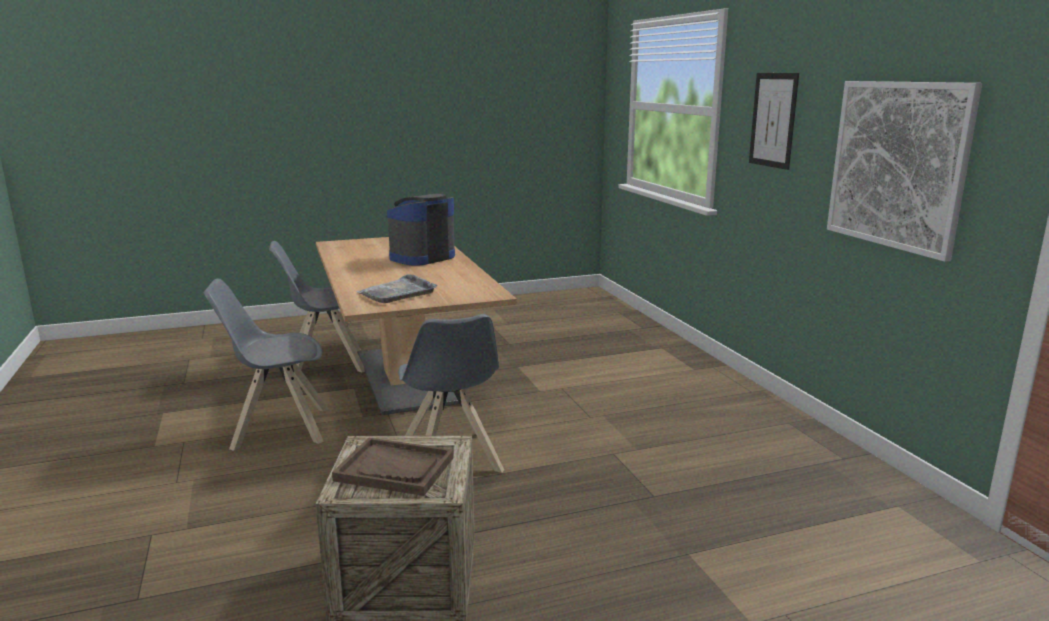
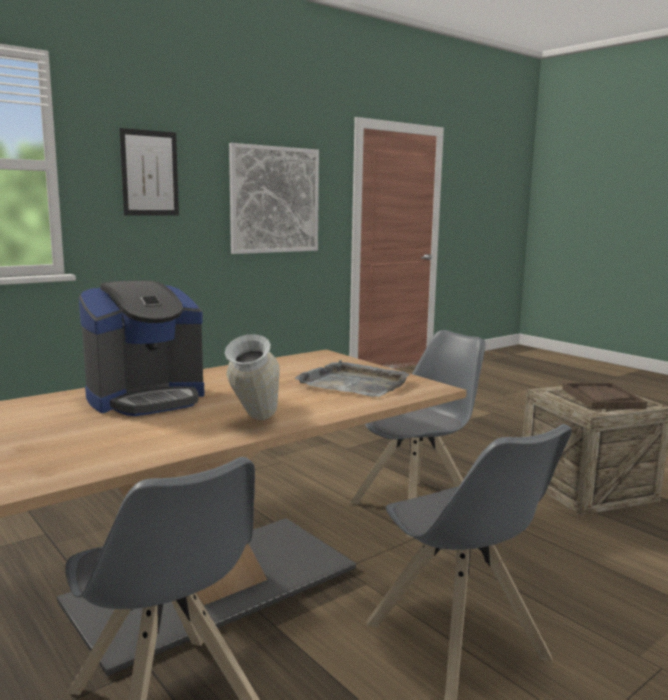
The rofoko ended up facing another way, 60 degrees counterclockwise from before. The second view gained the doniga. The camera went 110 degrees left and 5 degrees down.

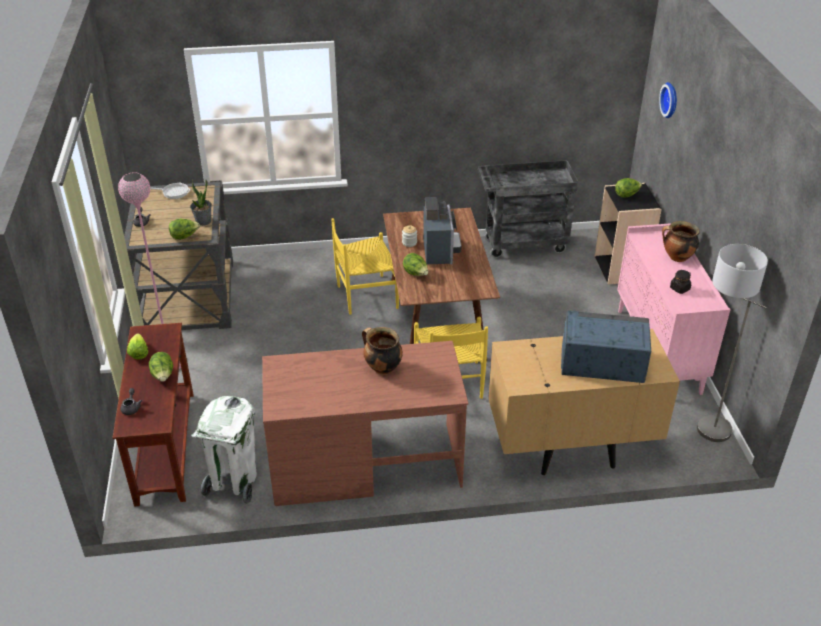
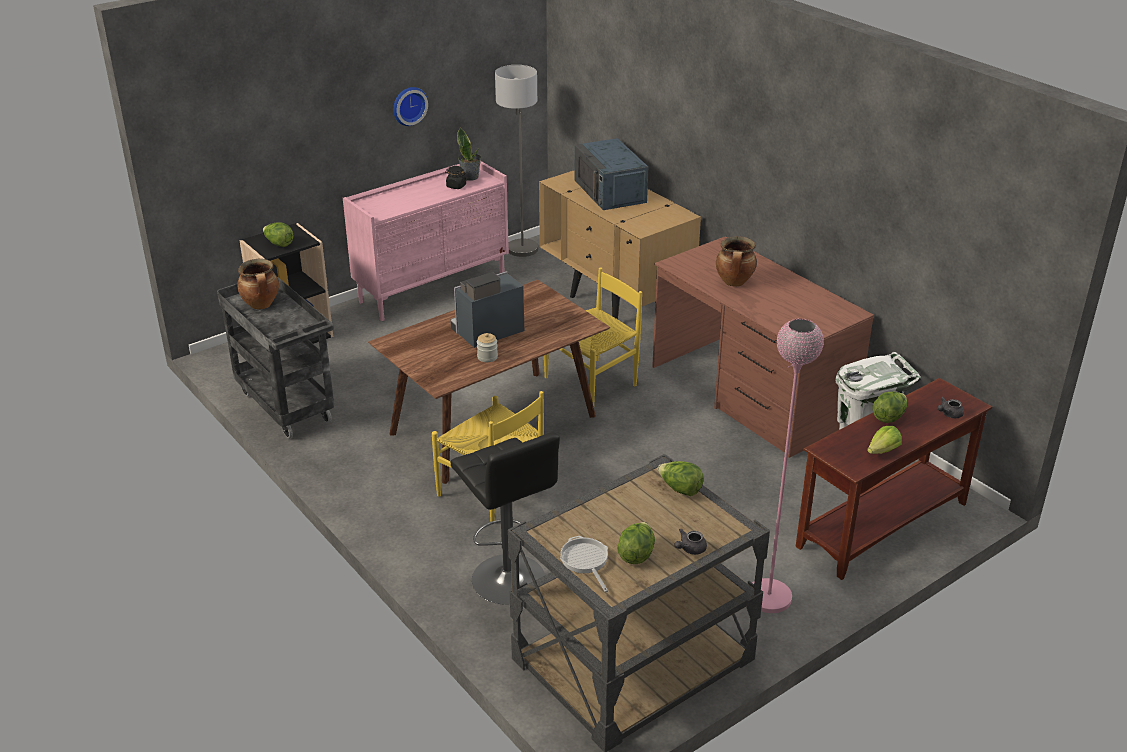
The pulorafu ended up elsewhere. The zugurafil (no. 4 from left in the first image) ended up elsewhere. The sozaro ended up elsewhere. The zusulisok (no. 2 from left in the first image) ended up elsewhere. The second view gained the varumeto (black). The camera went 120 degrees left and 5 degrees down.

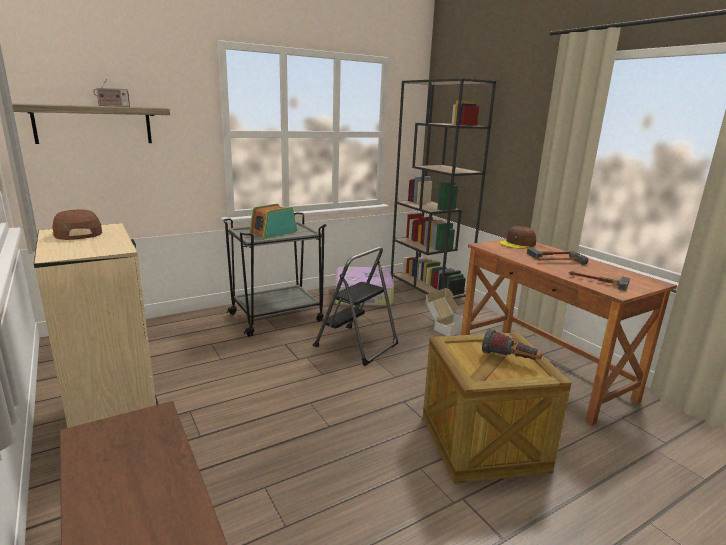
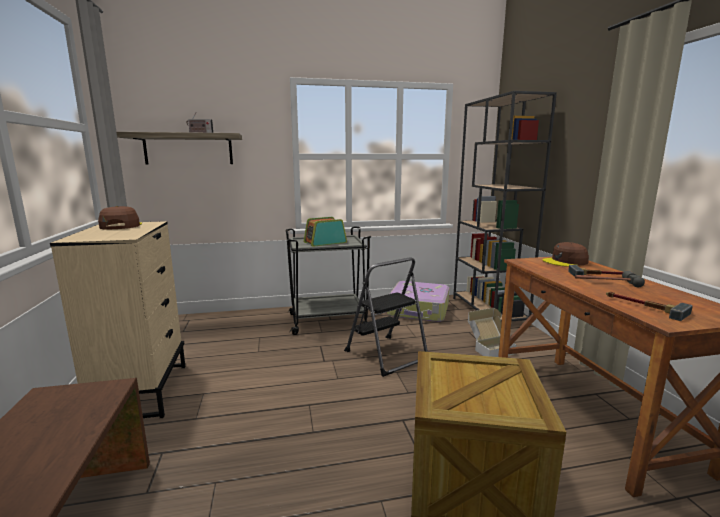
The second view lost the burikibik. The camera went 20 degrees right and 5 degrees down.

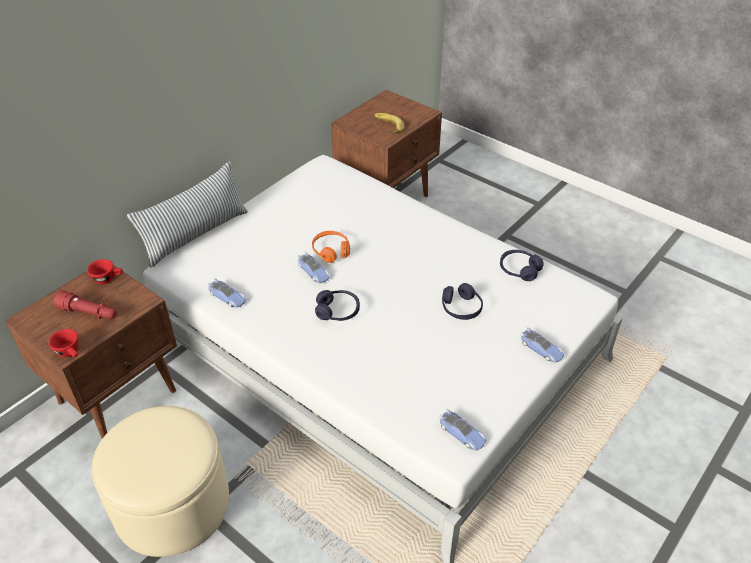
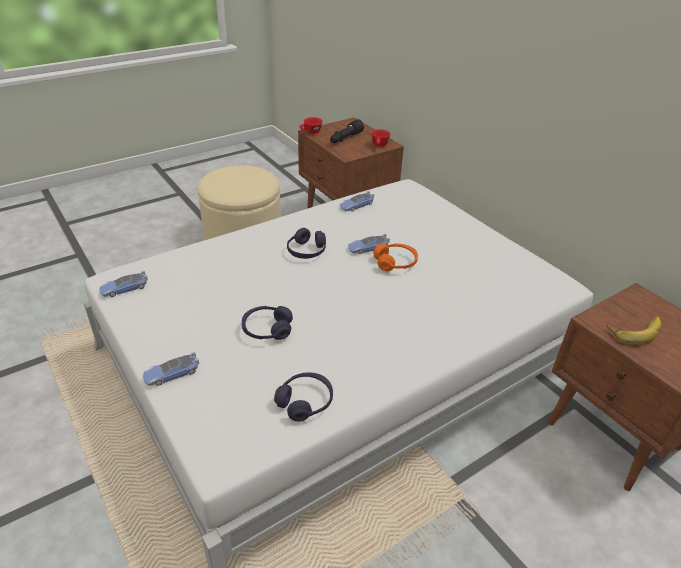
What was the burikibik (red) turned into the burikibik (black). The second view lost the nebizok. The camera went 105 degrees right and 5 degrees down.

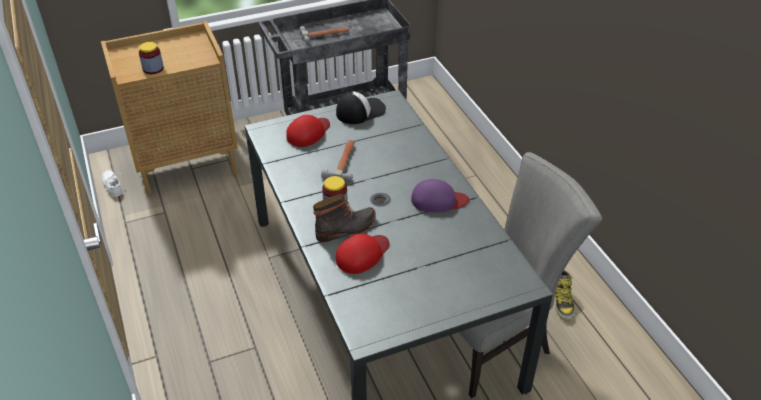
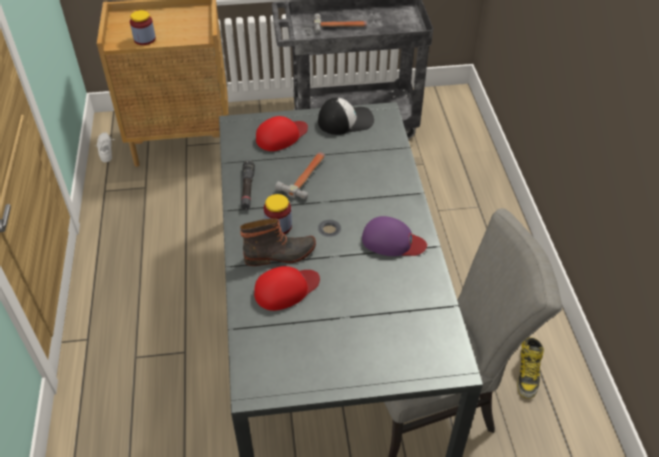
The second view gained the burikibik (black). The camera went 15 degrees right and 5 degrees up.

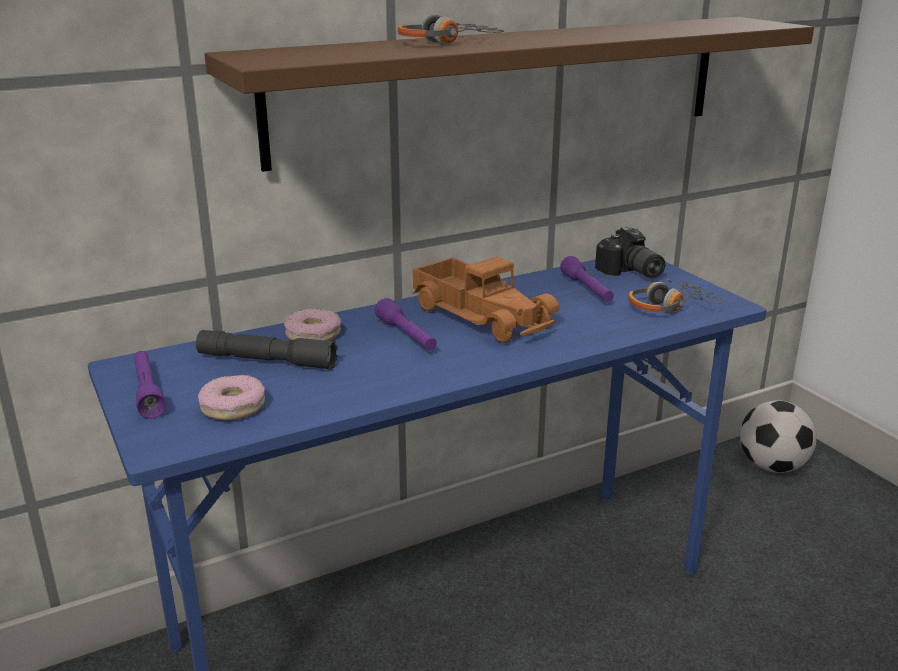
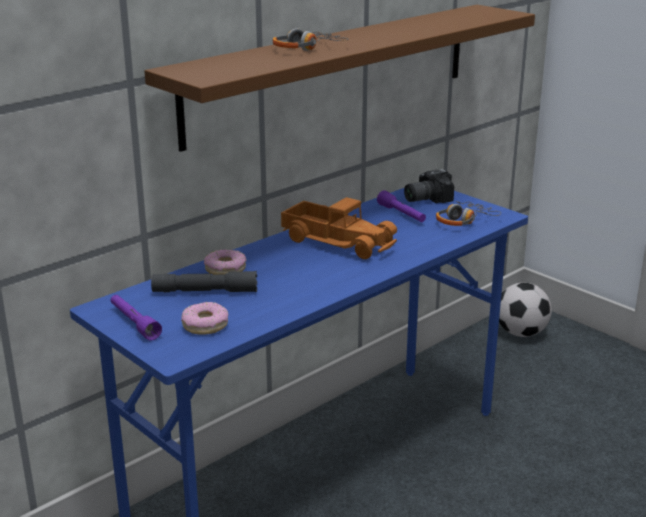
The second view lost the burikibik (purple) (no. 2 from left). The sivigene ended up facing another way, 105 degrees clockwise from before. The camera went 15 degrees left and 0 degrees up.

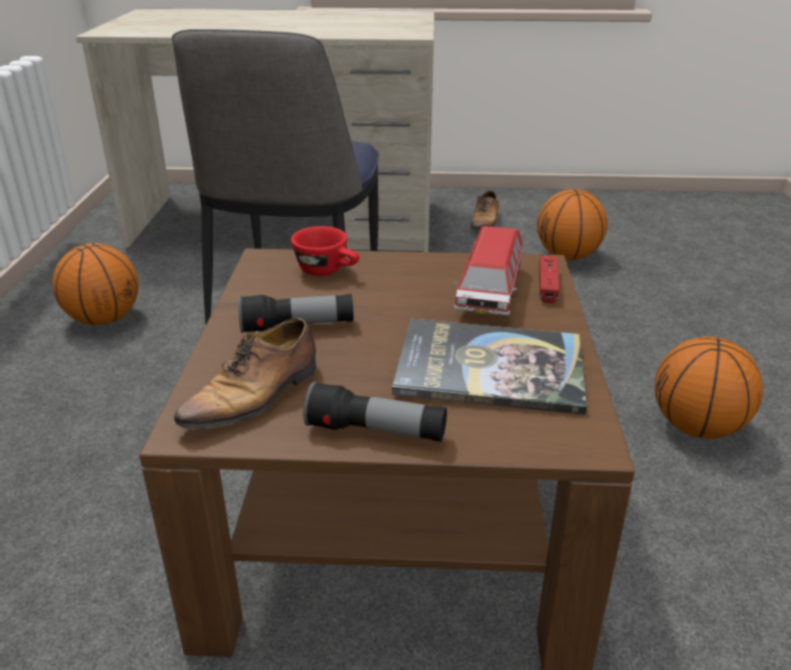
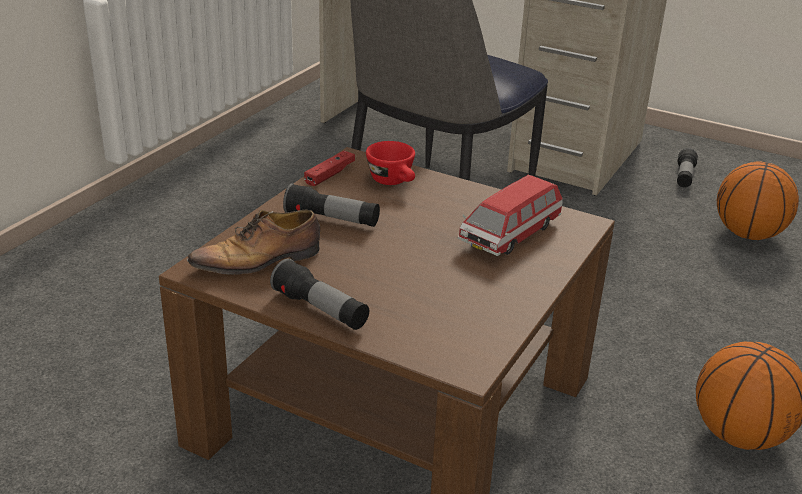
The second view lost the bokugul (no. 1 from left). The second view lost the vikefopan. Where the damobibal (no. 2 from left) stood, the burikibik (no. 3 from left) came to stand. The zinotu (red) ended up elsewhere. The camera went 25 degrees right and 0 degrees up.

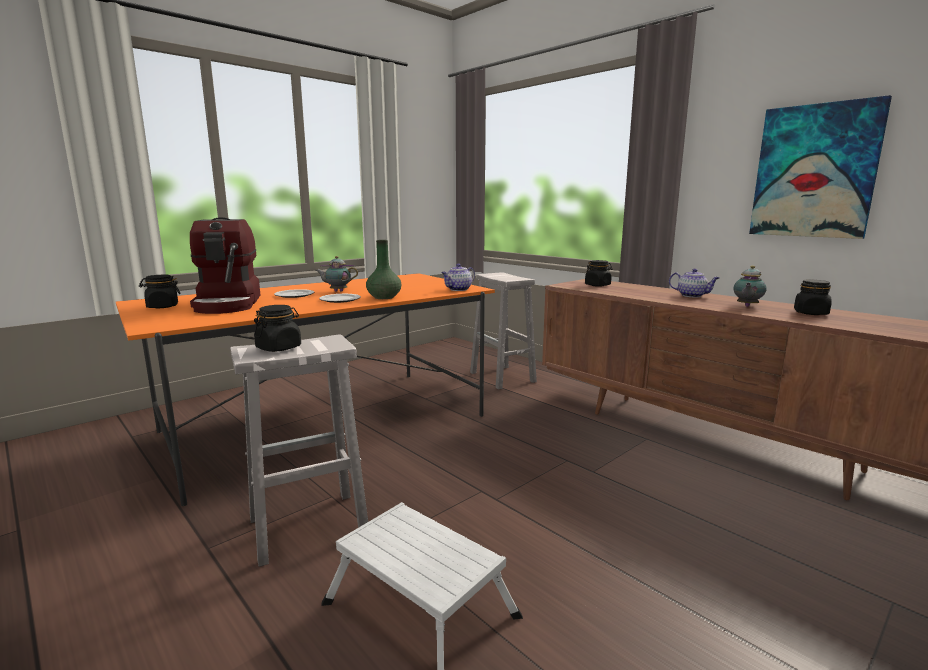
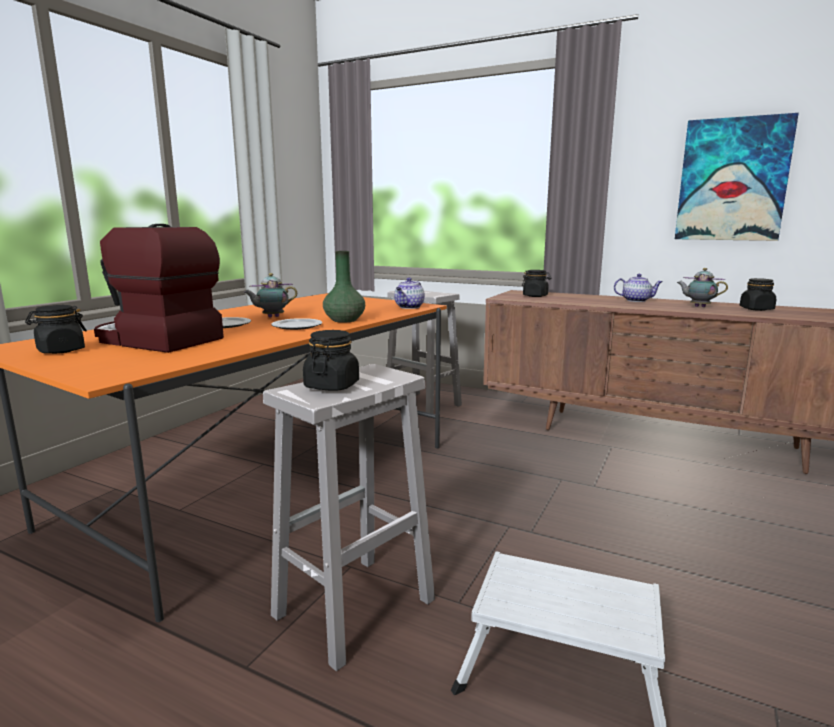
The rofoko ended up facing another way, 150 degrees clockwise from before. The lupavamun (no. 4 from left) ended up facing another way, 105 degrees clockwise from before. The camera went 20 degrees left and 0 degrees up.

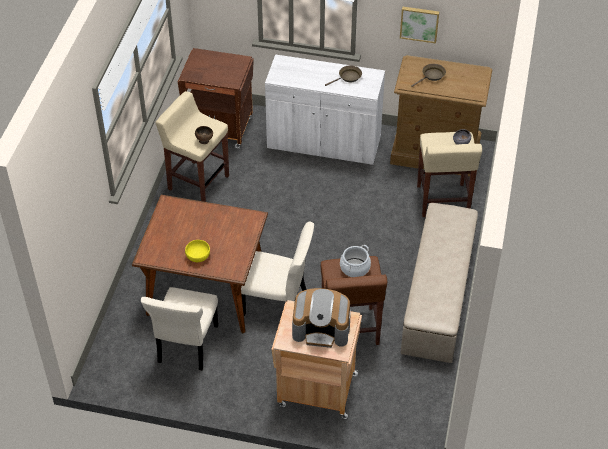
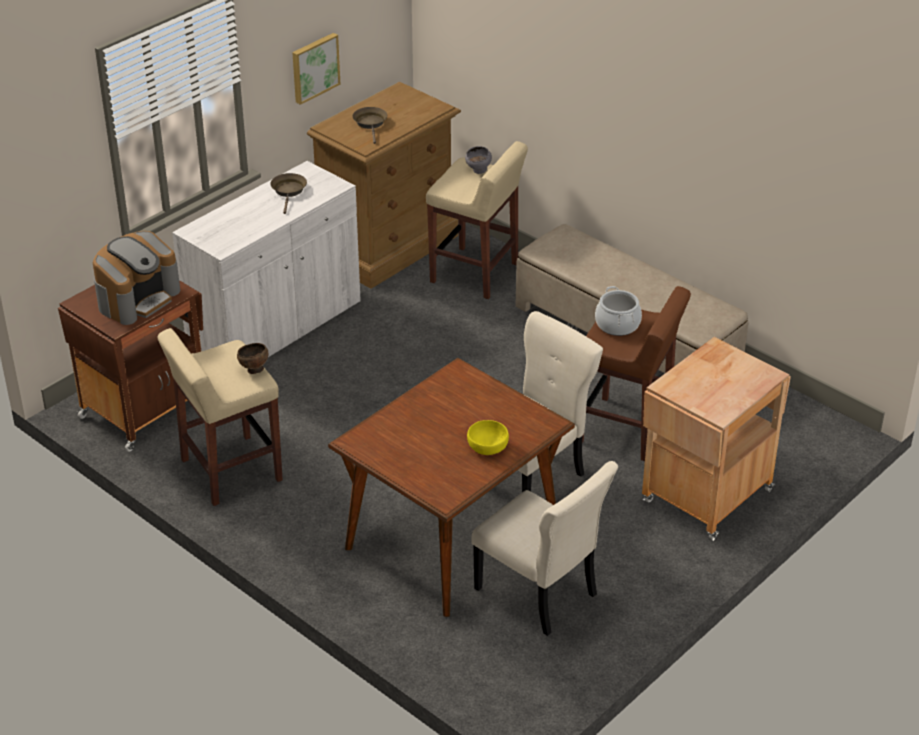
The rofoko ended up elsewhere. The camera went 60 degrees left and 10 degrees down.

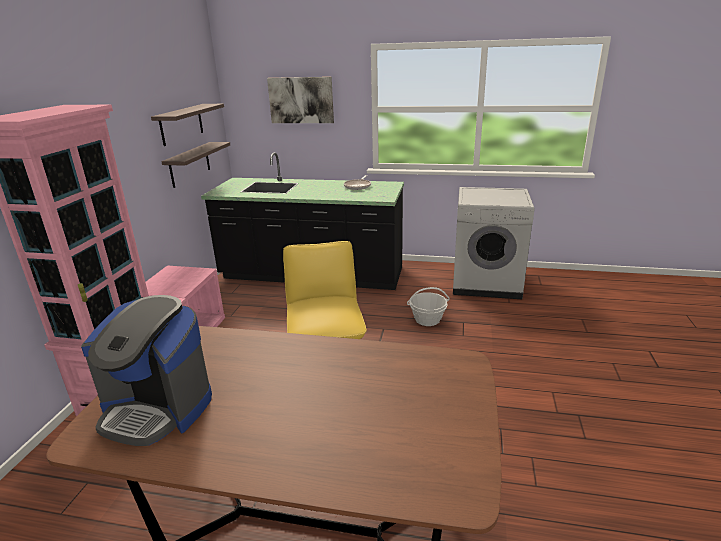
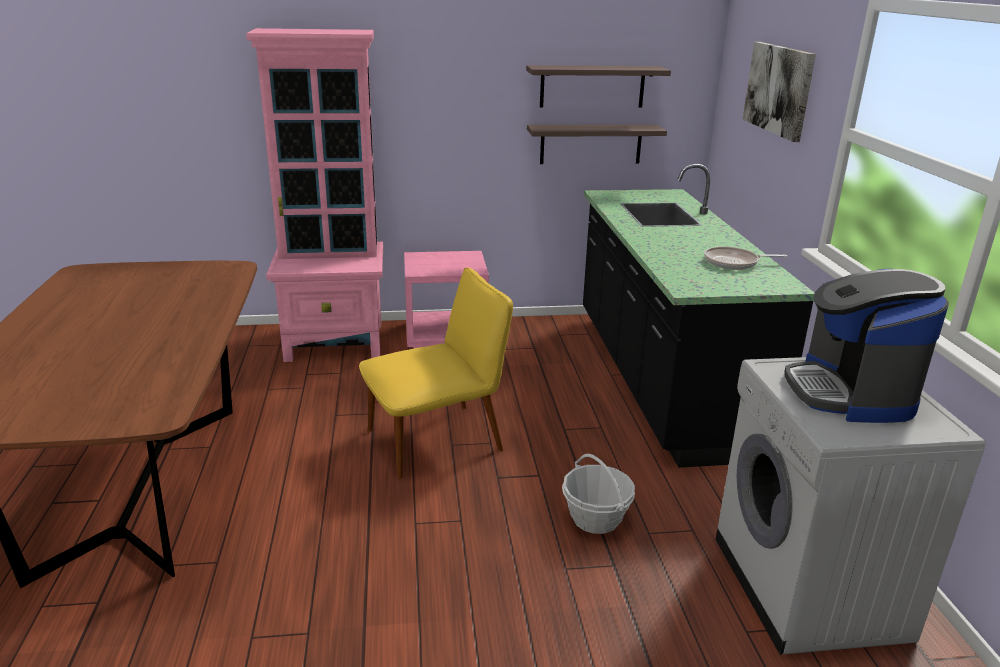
The rofoko ended up elsewhere. The camera went 70 degrees right and 0 degrees up.

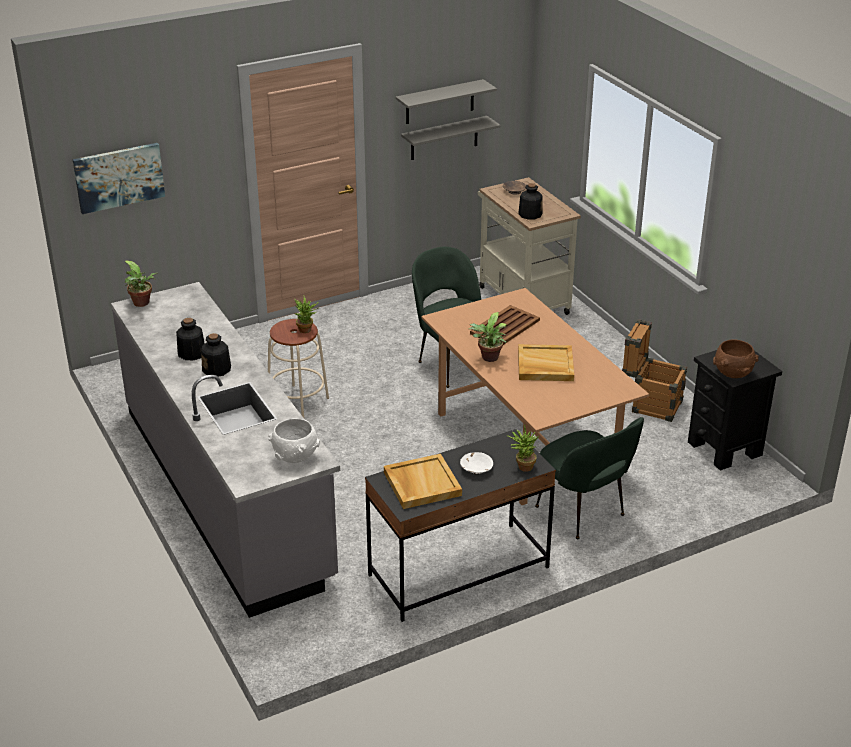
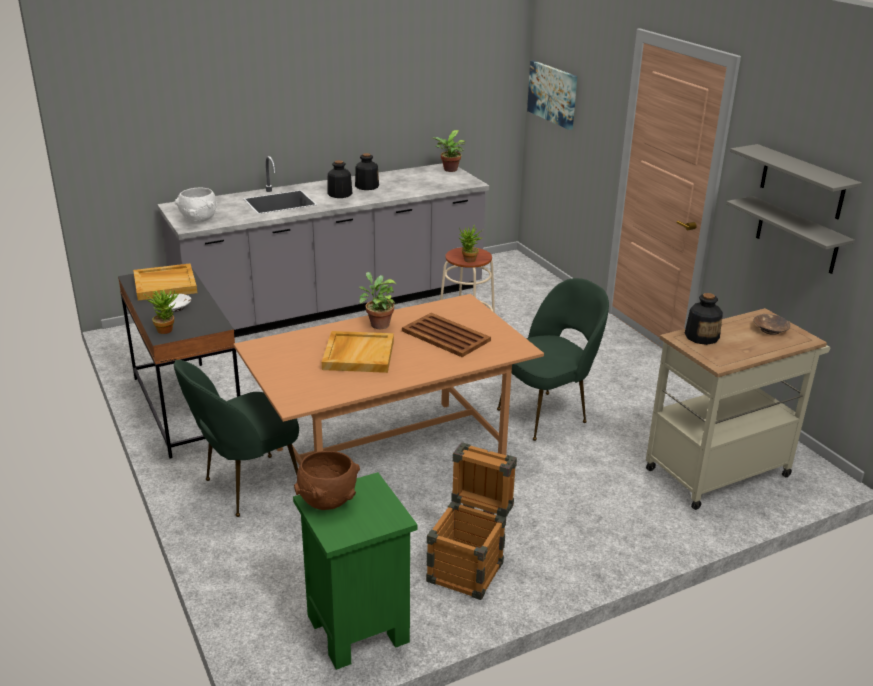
What was the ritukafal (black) turned into the ritukafal (green). The camera went 90 degrees right and 5 degrees down.

